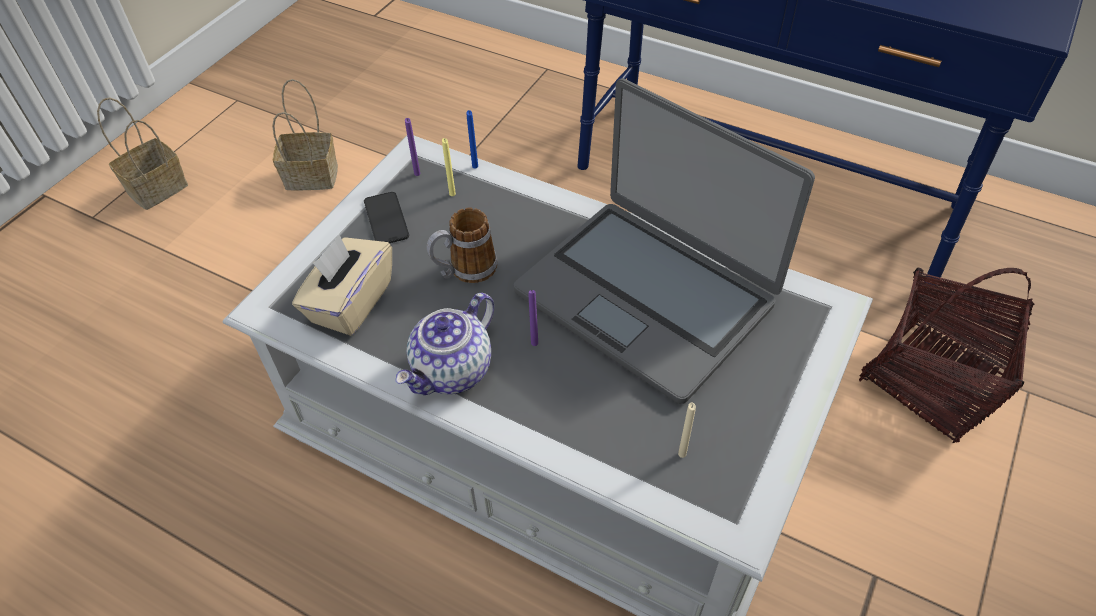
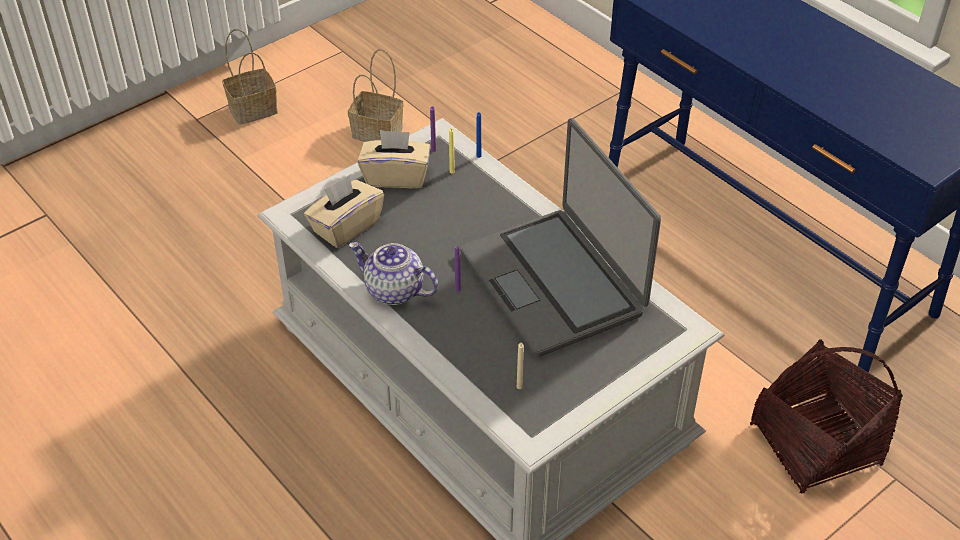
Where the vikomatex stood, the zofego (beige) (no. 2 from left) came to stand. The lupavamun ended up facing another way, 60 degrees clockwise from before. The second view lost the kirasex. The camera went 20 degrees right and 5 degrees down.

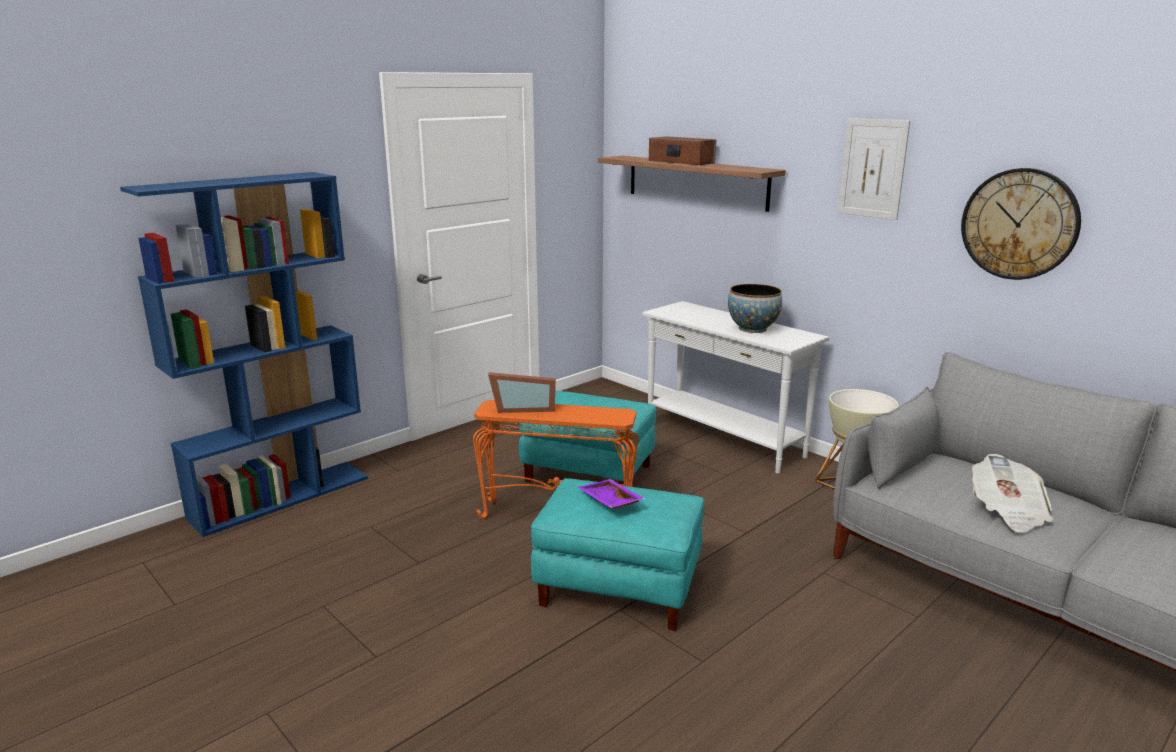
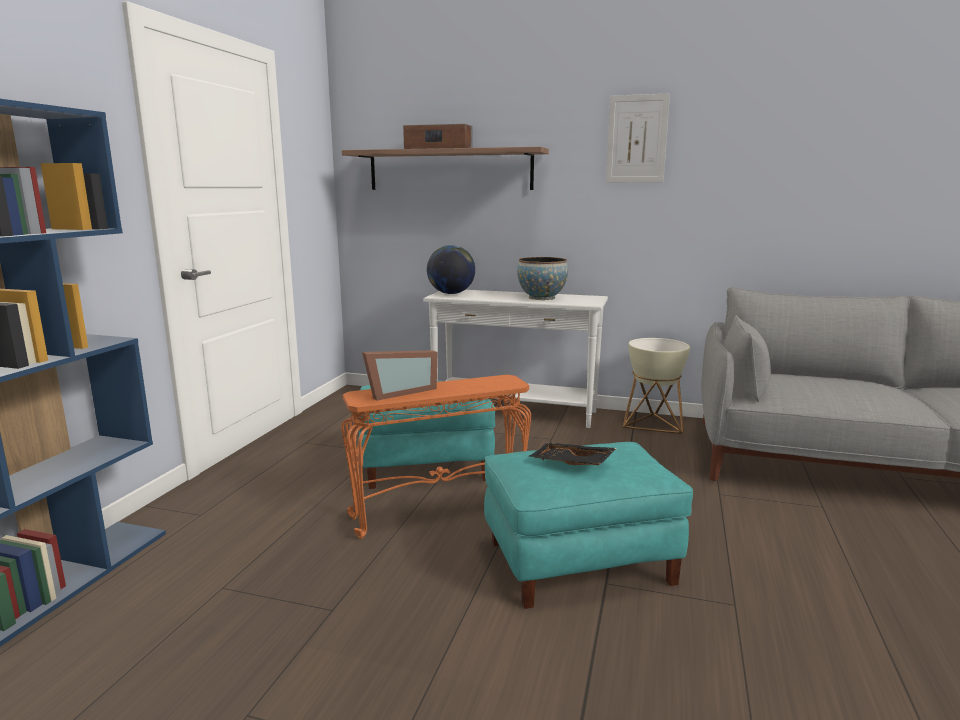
What was the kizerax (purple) turned into the kizerax (black). The second view lost the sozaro. The second view lost the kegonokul. The second view gained the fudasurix. The camera went 30 degrees left and 5 degrees down.

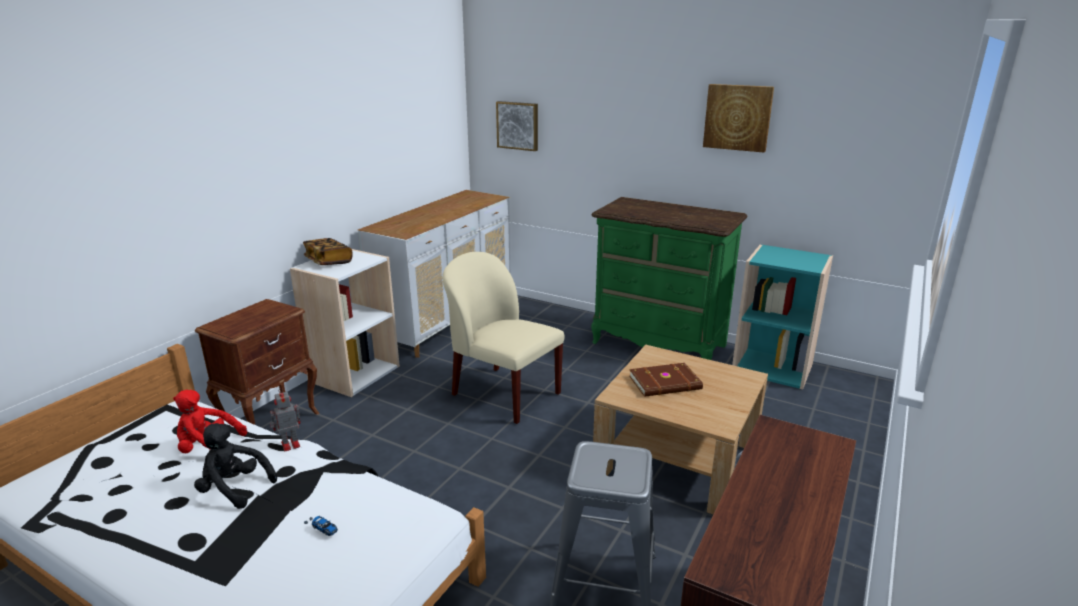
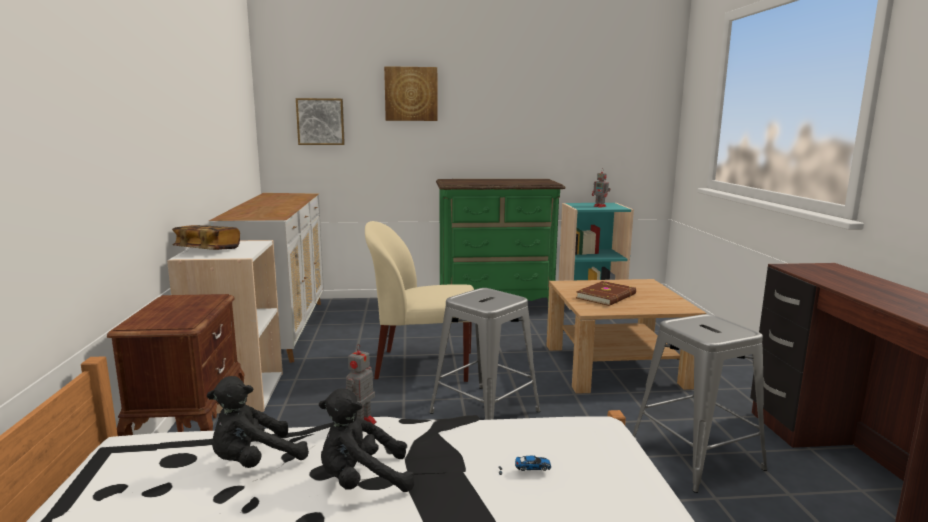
What was the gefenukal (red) turned into the gefenukal (black) (no. 1 from left). The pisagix (no. 2 from left) ended up elsewhere. The second view gained the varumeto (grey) (no. 1 from left). The second view gained the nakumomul (no. 2 from left). The camera went 35 degrees left and 10 degrees down.

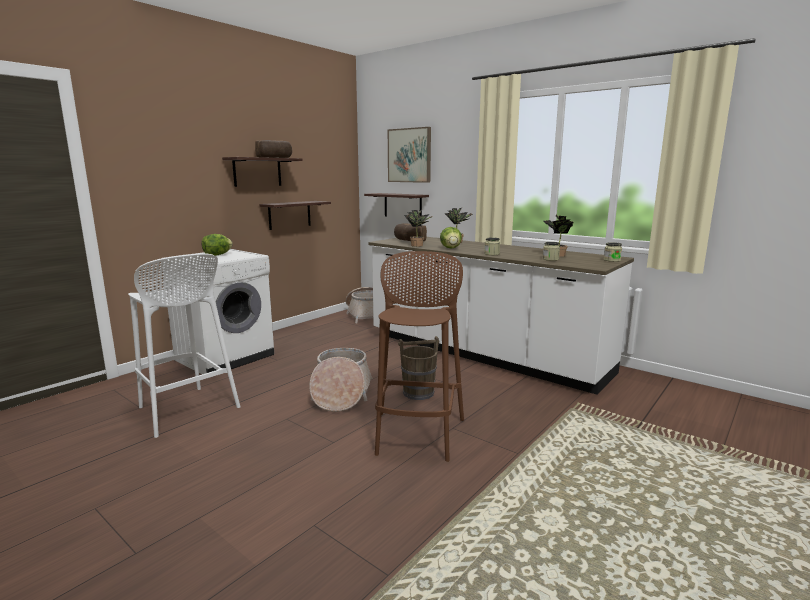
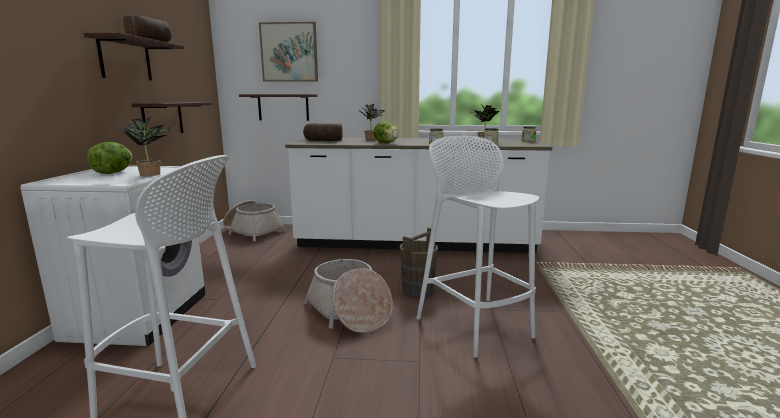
What was the varumeto (brown) turned into the varumeto (white) (no. 2 from left). The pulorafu (no. 1 from left) ended up elsewhere. The camera went 35 degrees left and 0 degrees up.

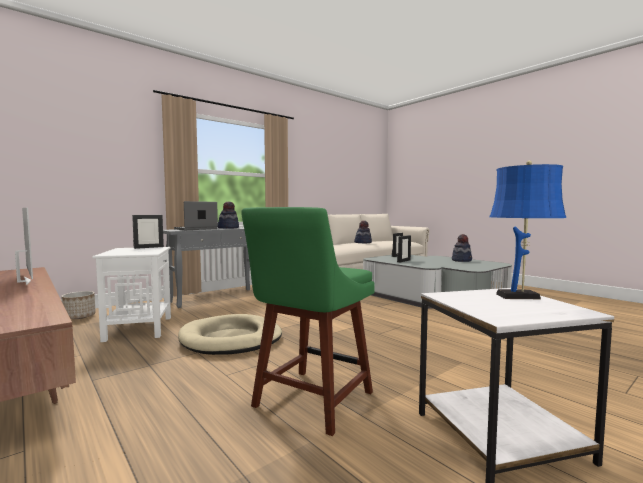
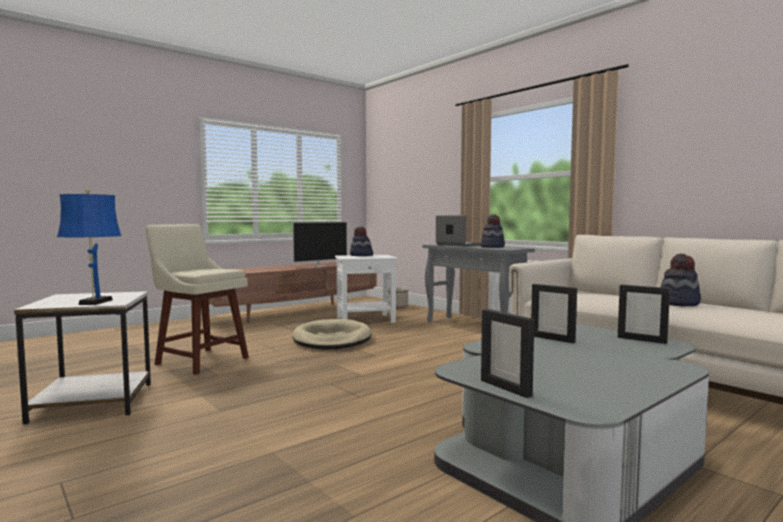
The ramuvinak (no. 1 from left) ended up elsewhere. What was the varumeto (green) turned into the varumeto (beige). The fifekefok (no. 3 from left in the first image) ended up elsewhere. The camera went 90 degrees right and 0 degrees up.

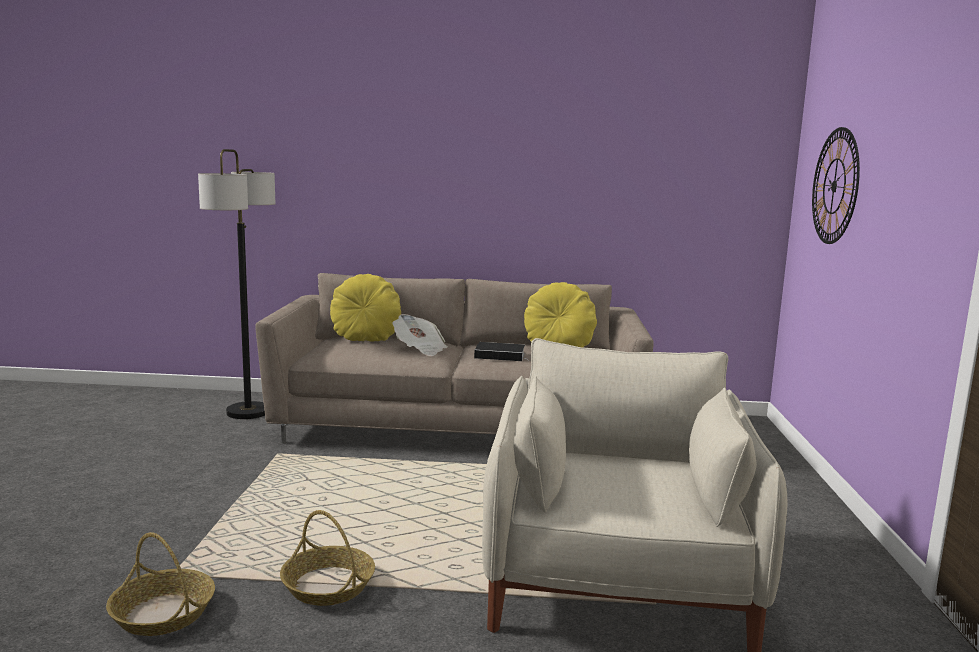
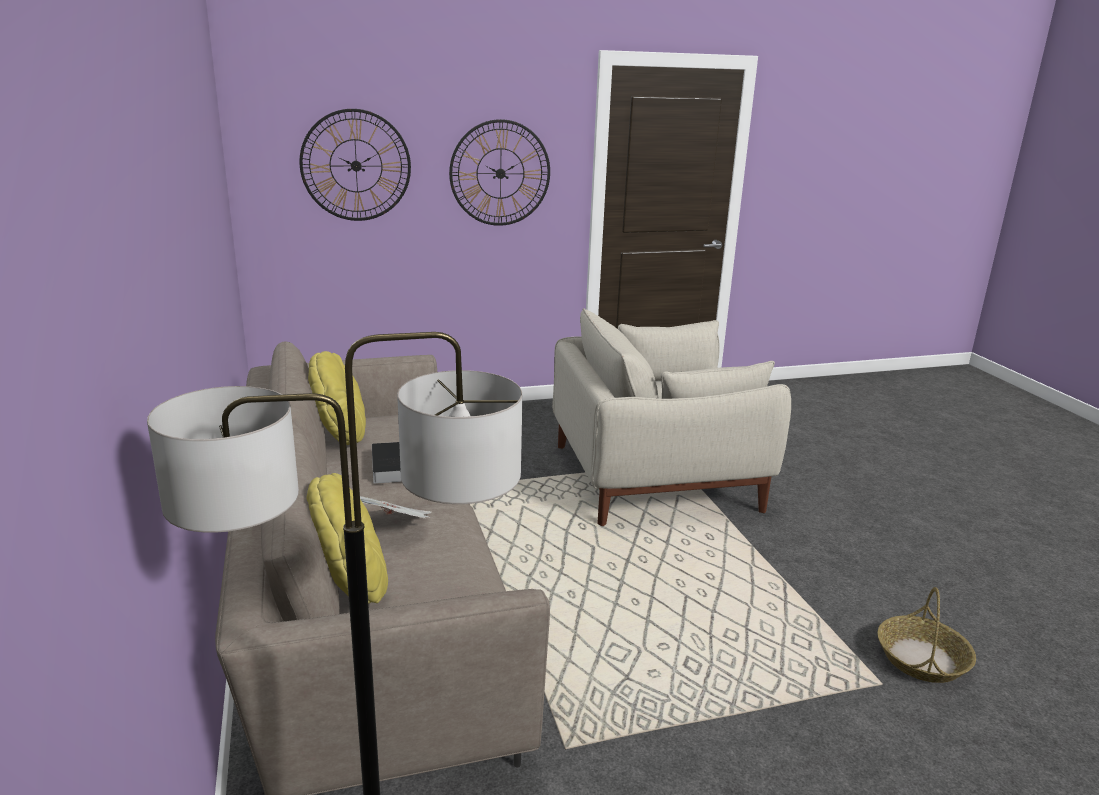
The second view lost the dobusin (no. 2 from left). The second view gained the sozaro (no. 2 from left). The camera went 110 degrees left and 10 degrees up.

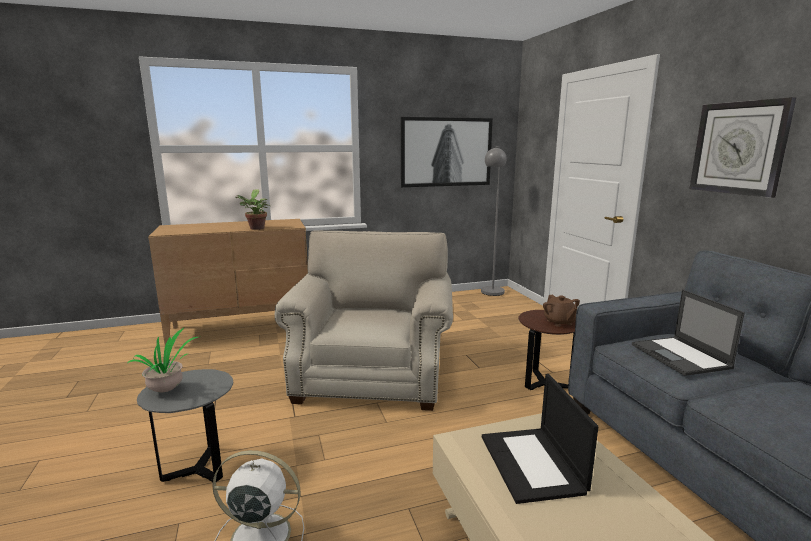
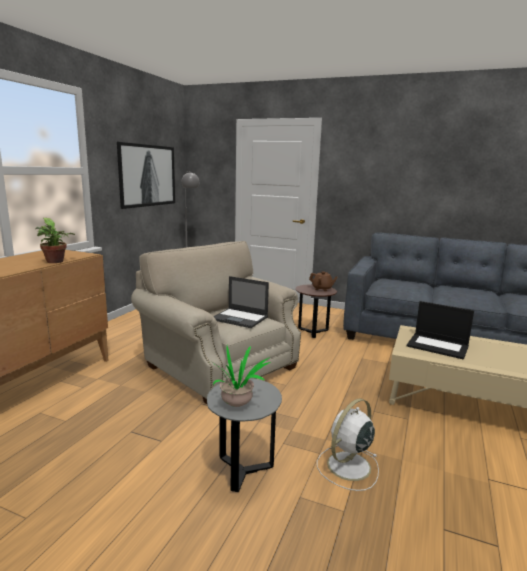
The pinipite (no. 2 from left in the first image) ended up elsewhere. The second view lost the sozaro. The camera went 50 degrees left and 0 degrees up.

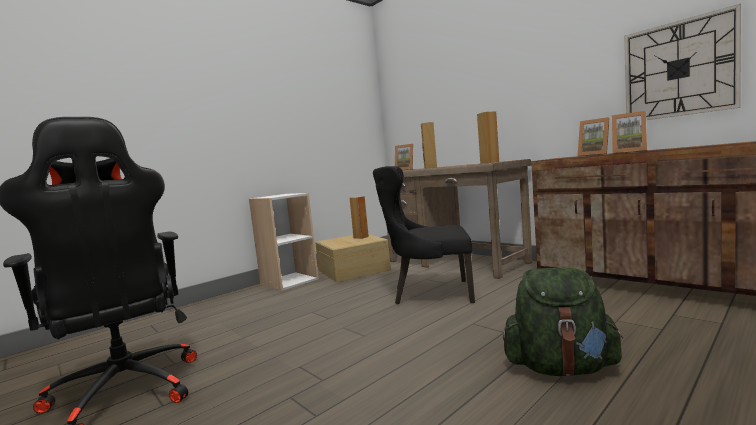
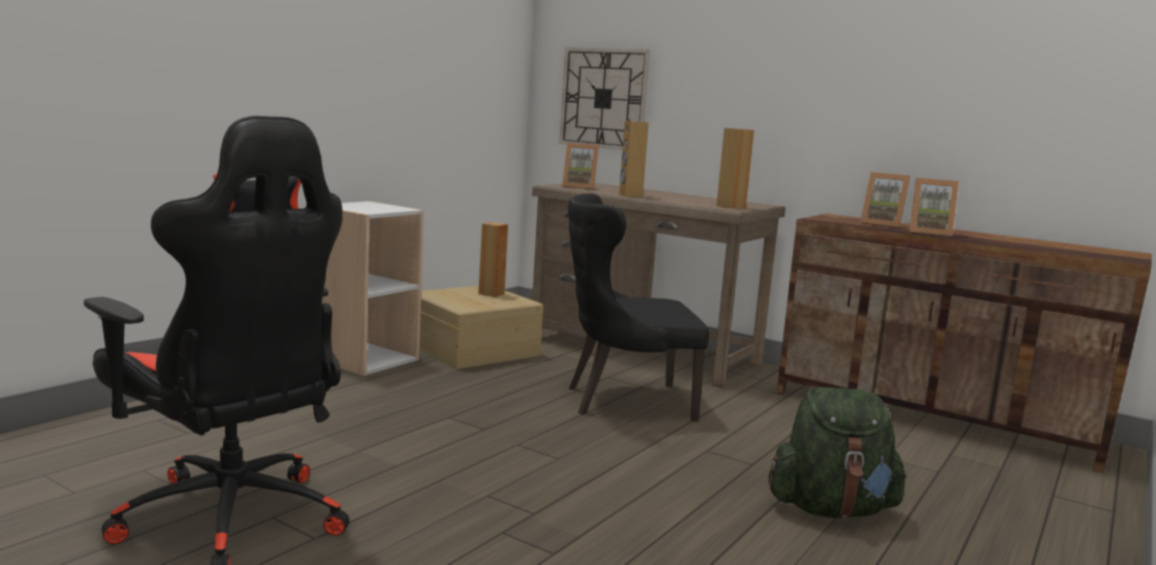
The sozaro ended up elsewhere. The camera went 15 degrees left and 5 degrees up.

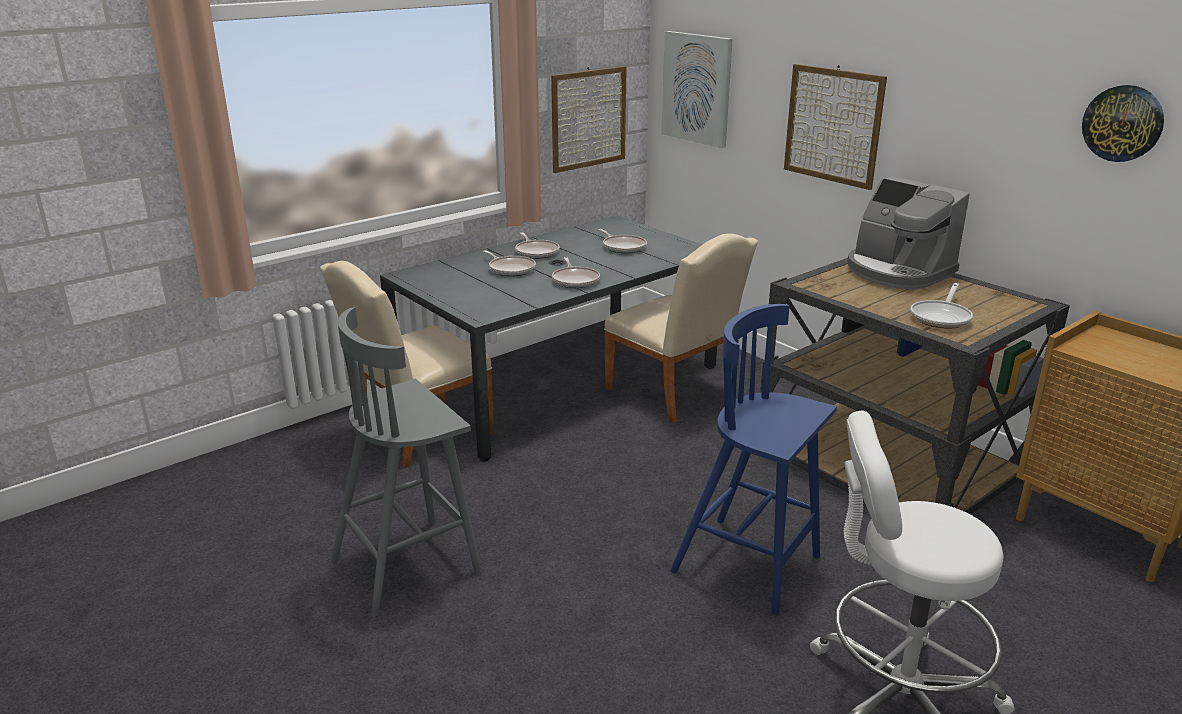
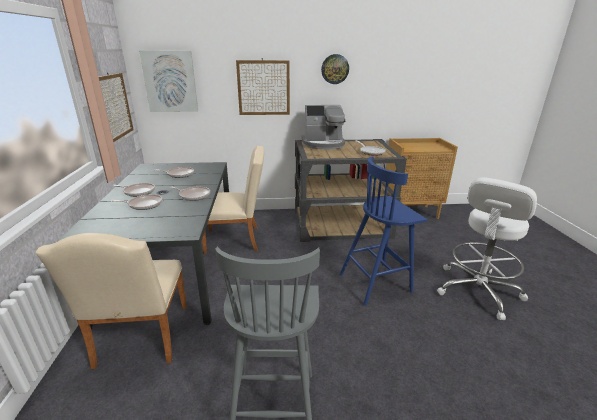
The sozaro ended up elsewhere. The camera went 55 degrees left and 0 degrees up.

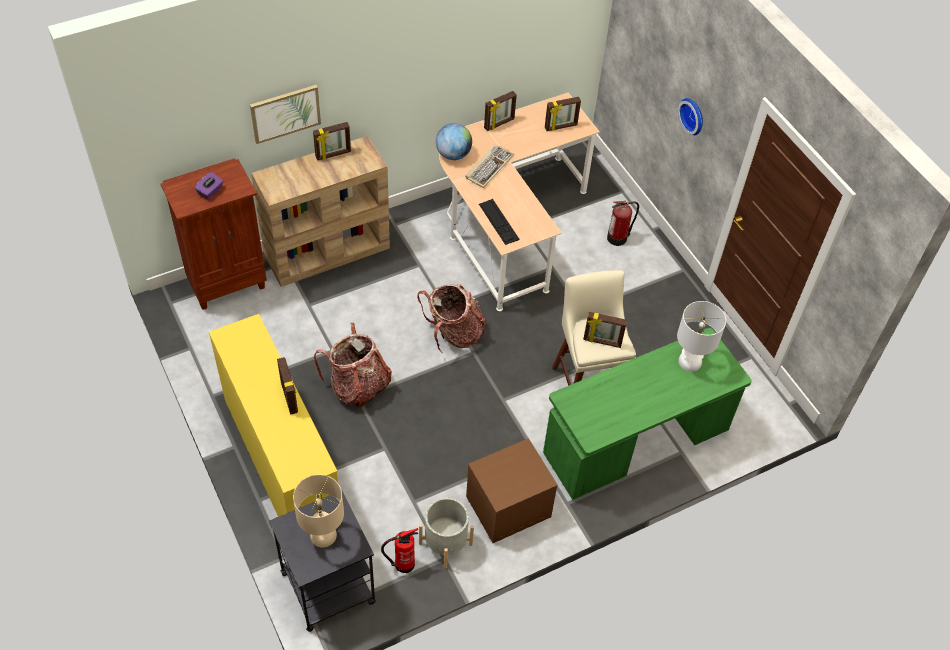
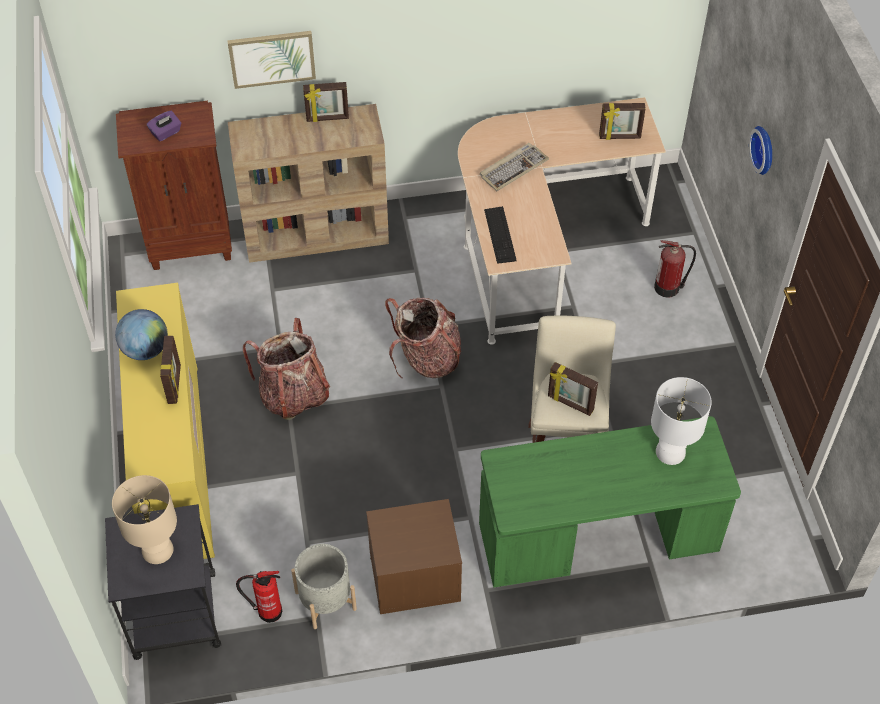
The fudasurix ended up elsewhere. The second view lost the ramuvinak (no. 3 from left). The camera went 20 degrees right and 0 degrees up.

